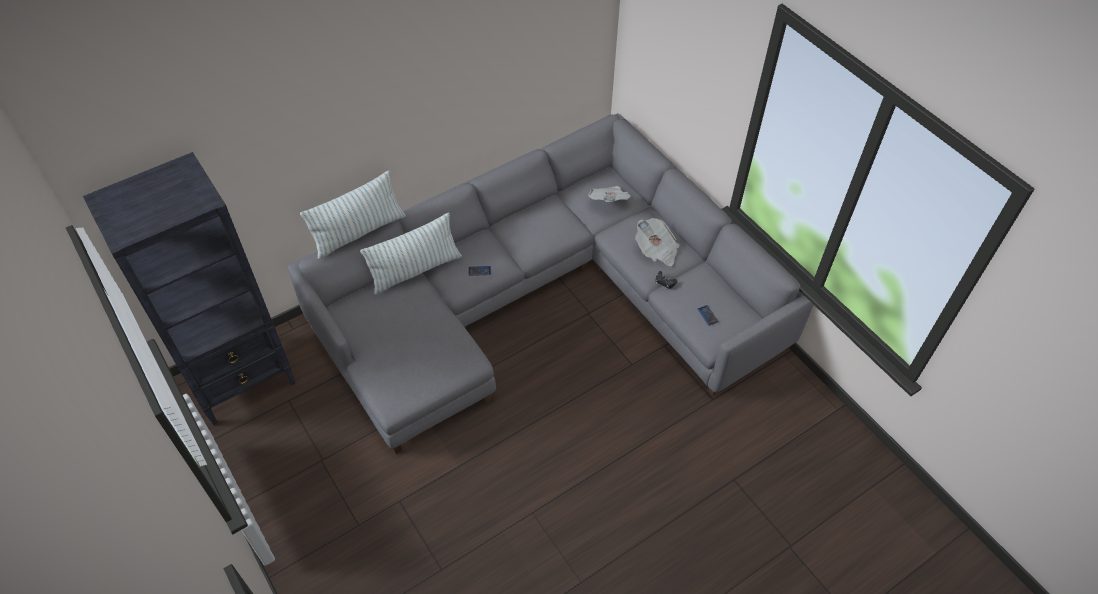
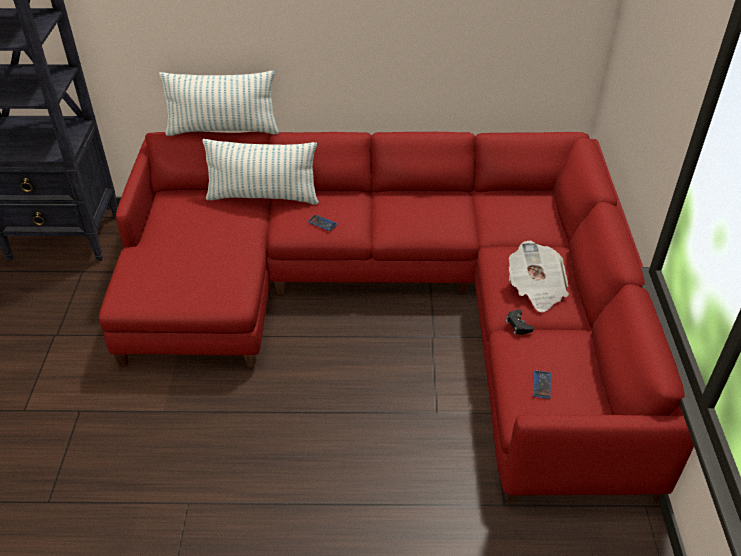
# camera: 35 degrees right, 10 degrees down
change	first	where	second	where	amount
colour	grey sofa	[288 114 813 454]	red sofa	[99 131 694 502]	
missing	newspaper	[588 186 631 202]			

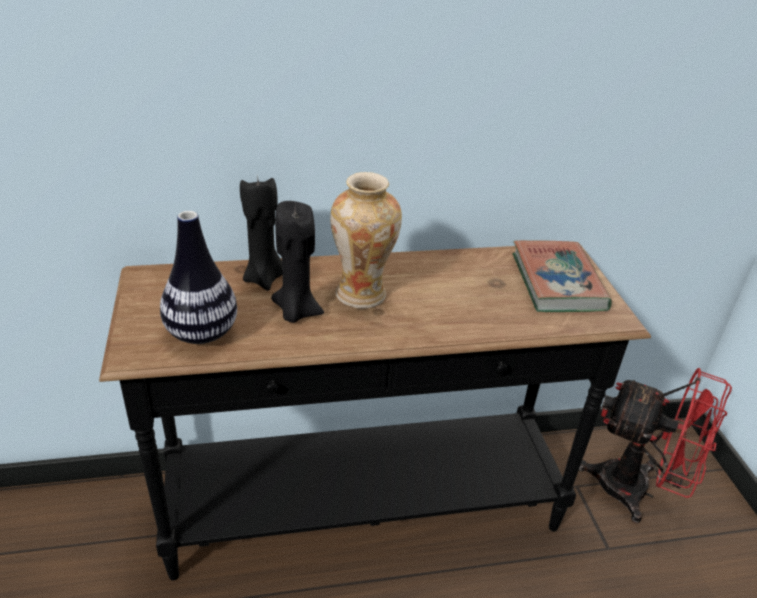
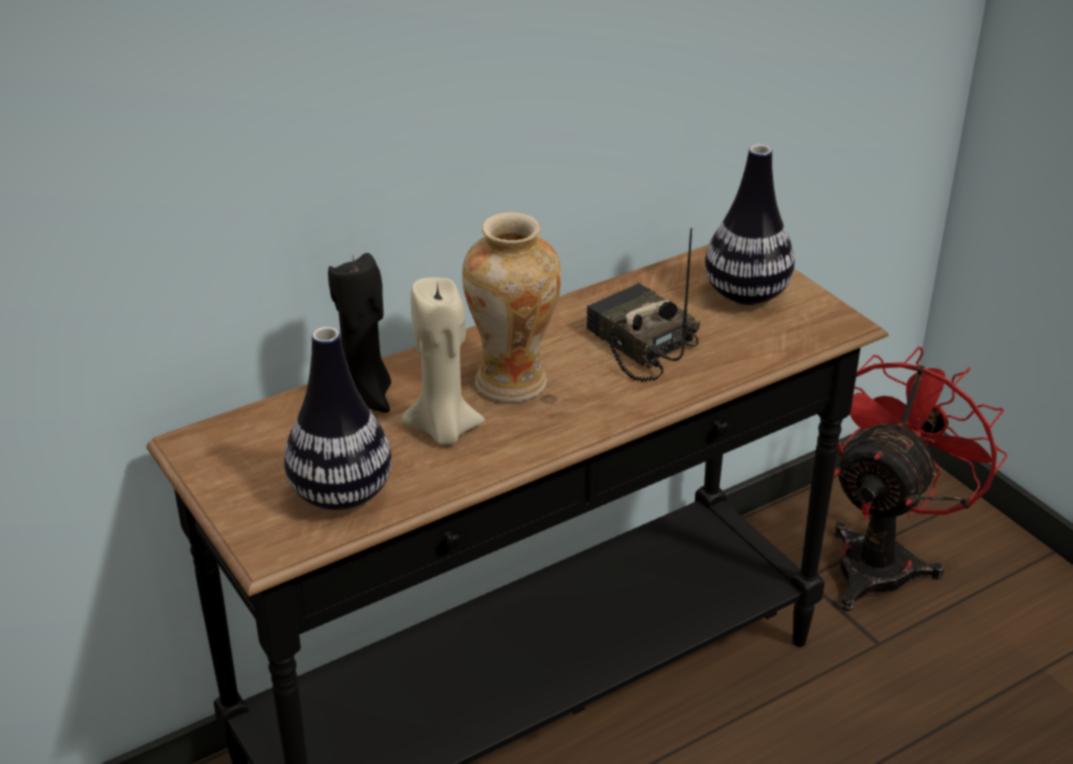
# camera: 20 degrees left, 0 degrees up
change	first	where	second	where	amount
colour	black candle	[271 201 324 323]	beige candle	[401 277 485 445]	
exchanged	book	[512 240 612 312]	vase	[705 144 795 305]	
spun	red fan	[579 368 732 524]		[834 346 1007 611]	60 degrees counterclockwise
appeared			radio	[587 228 700 382]	

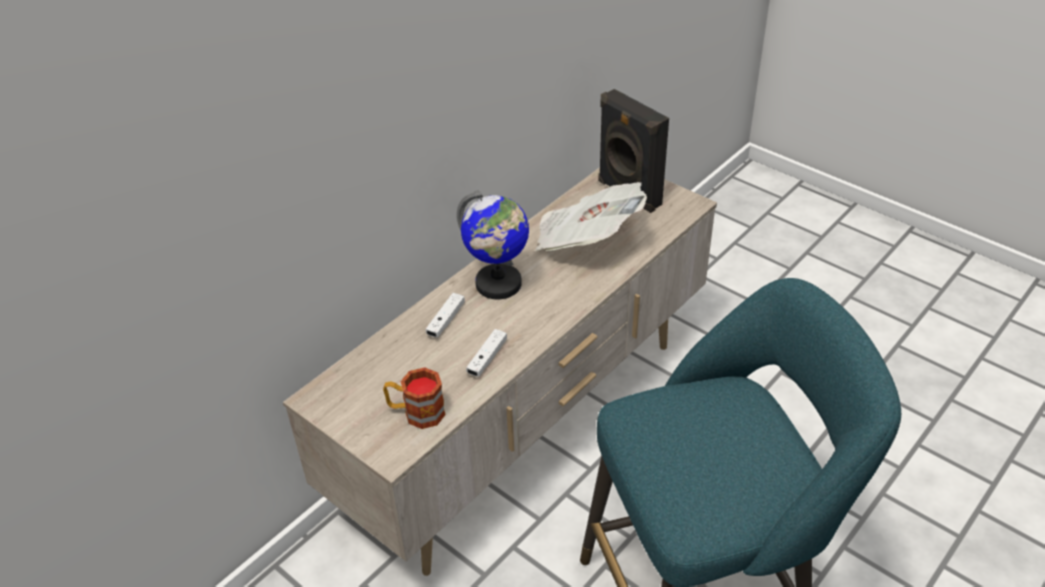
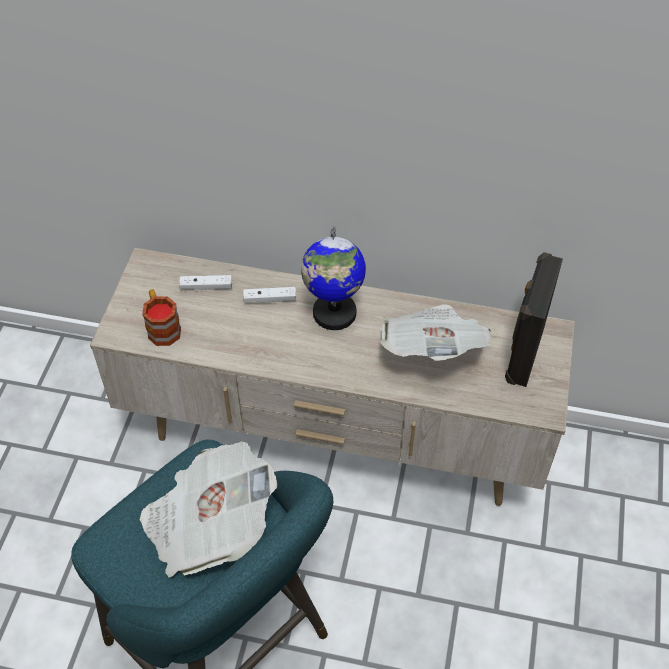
# camera: 60 degrees right, 10 degrees up
change	first	where	second	where	amount
relocated	white game controller	[466 329 507 377]		[179 275 232 290]	
appeared			newspaper	[140 441 277 577]	

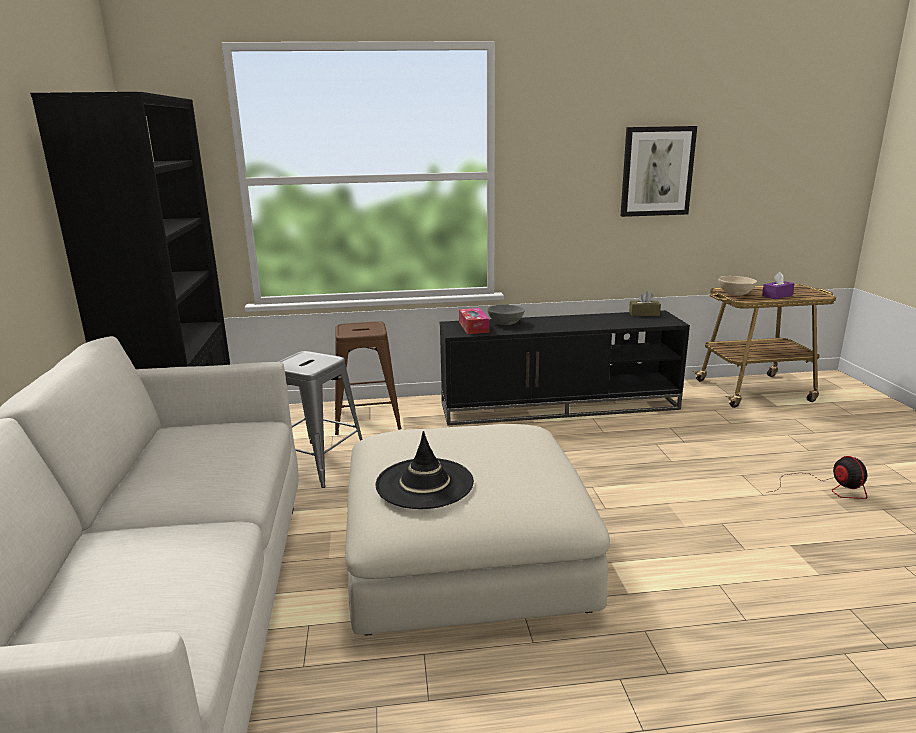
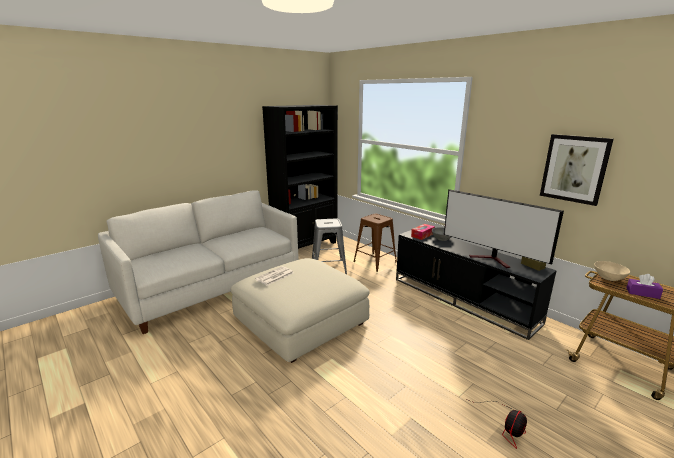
# camera: 55 degrees right, 0 degrees up
change	first	where	second	where	amount
exchanged	black hat	[376 431 474 509]	newspaper	[255 266 293 286]	
appeared			television	[444 189 564 268]	

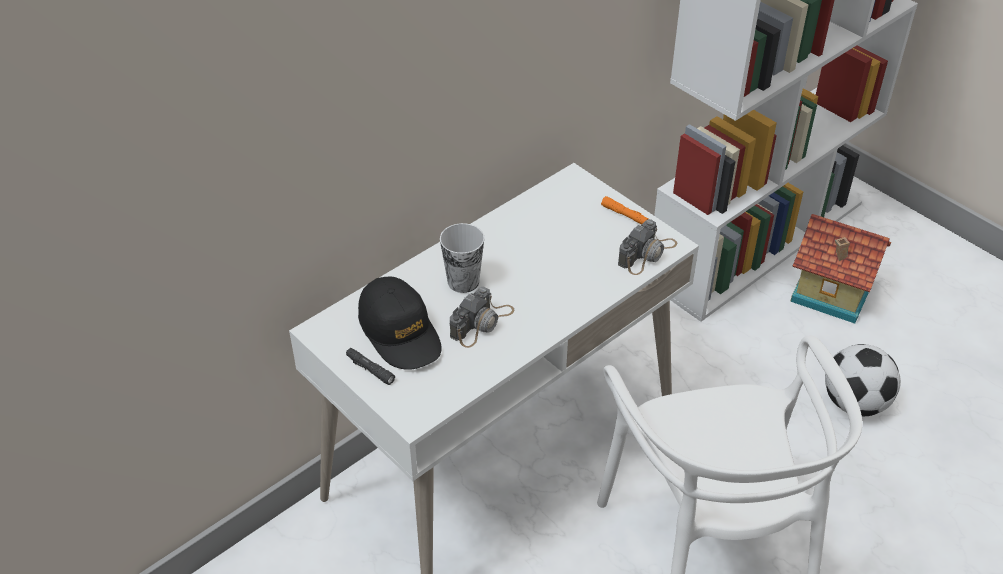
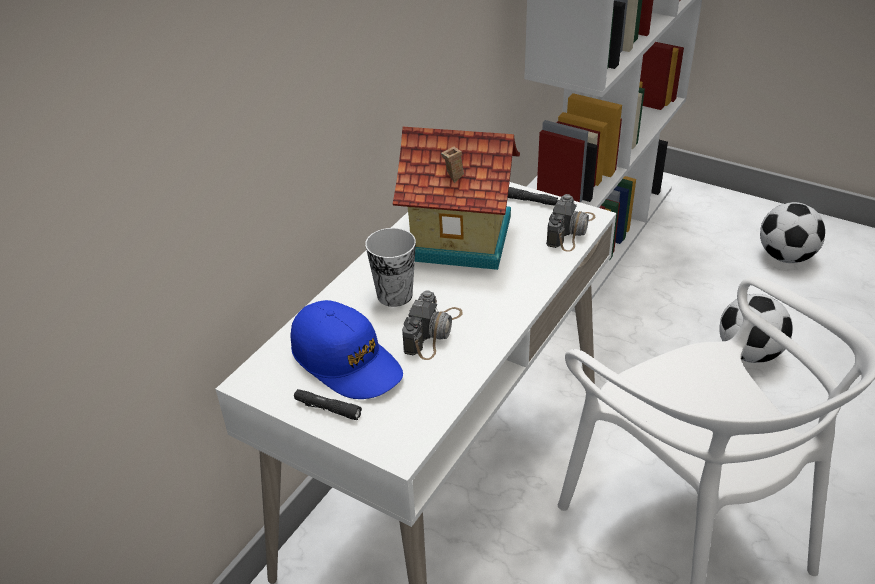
# camera: 15 degrees left, 5 degrees down
change	first	where	second	where	amount
colour	orange flashlight	[601 196 648 224]	black flashlight	[508 187 558 206]	
relocated	toy house	[790 214 891 324]		[393 127 520 270]	
colour	black cap	[358 276 442 370]	blue cap	[290 300 403 399]	
appeared			football	[760 202 825 263]	

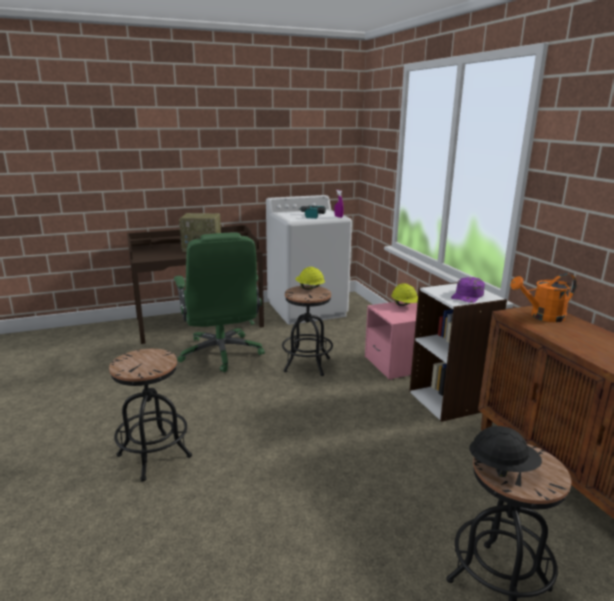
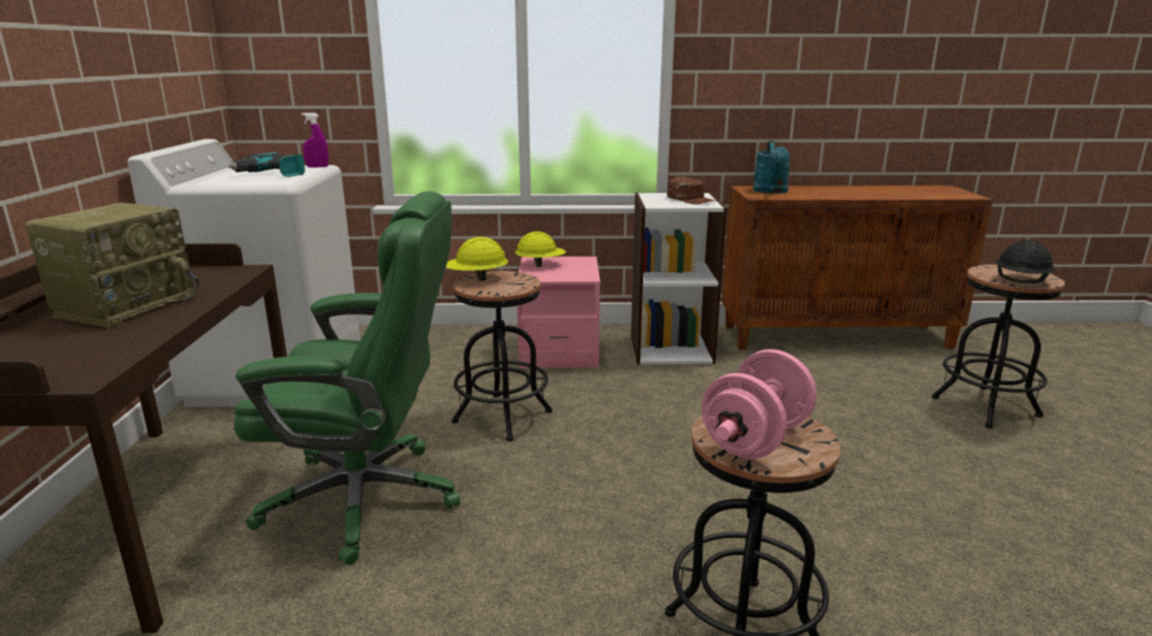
# camera: 70 degrees left, 0 degrees up
change	first	where	second	where	amount
colour	orange watering can	[510 273 577 322]	turquoise watering can	[753 141 791 194]	
colour	purple cap	[451 277 485 303]	brown cap	[667 177 716 204]	
appeared			pink dumbbell	[701 349 817 459]	

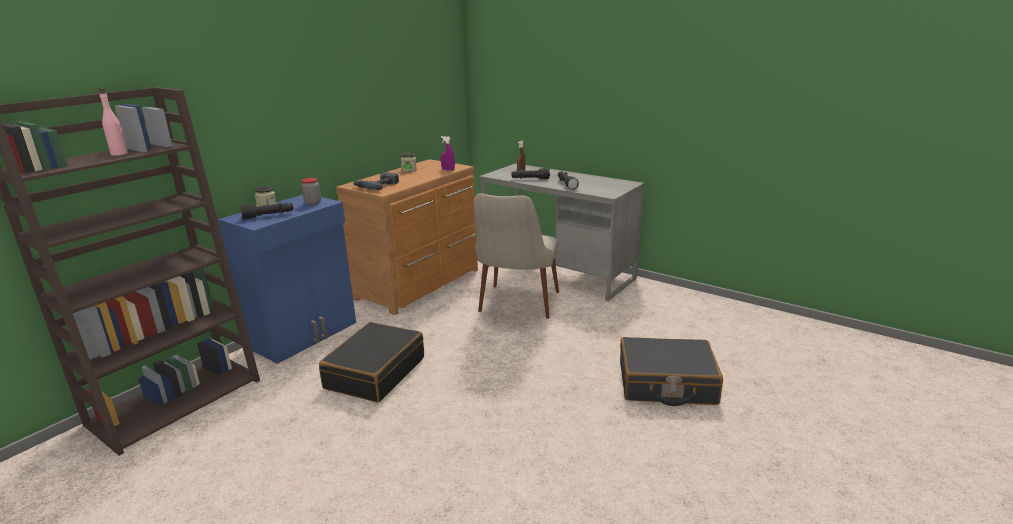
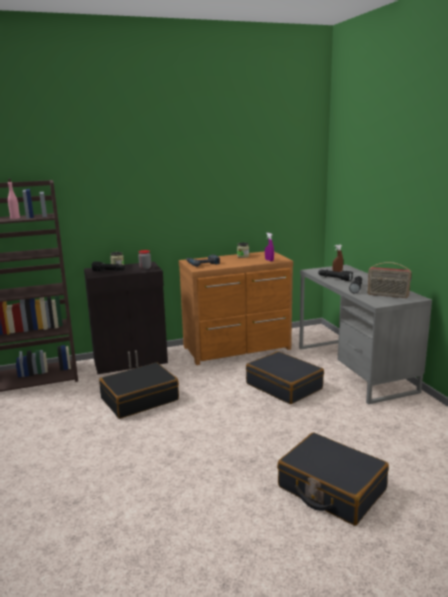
# camera: 35 degrees right, 5 degrees down
change	first	where	second	where	amount
exchanged	beige chair	[474 193 559 319]	black suitcase	[246 351 324 404]	
colour	blue cabinet	[218 195 356 364]	black cabinet	[84 262 168 374]	
appeared			radio	[367 262 411 298]	

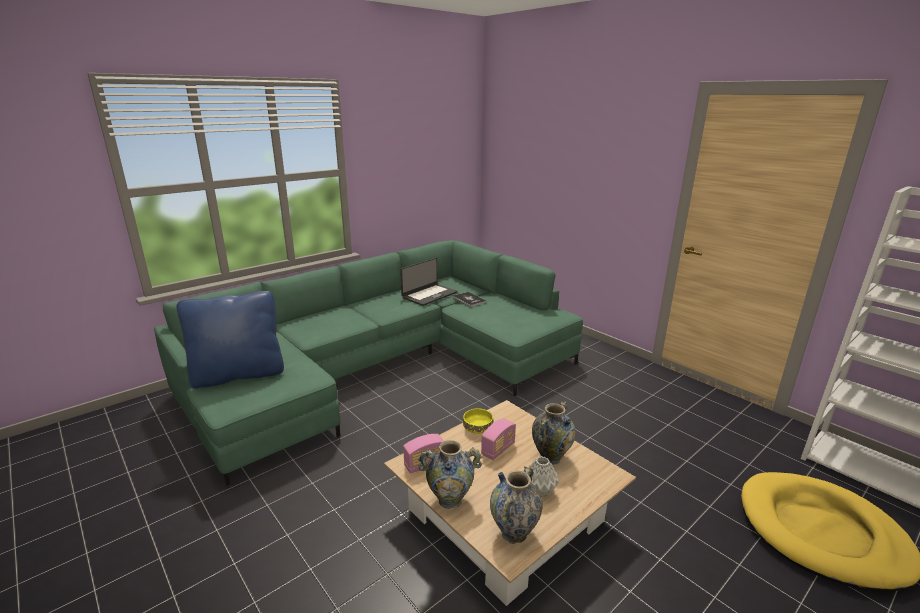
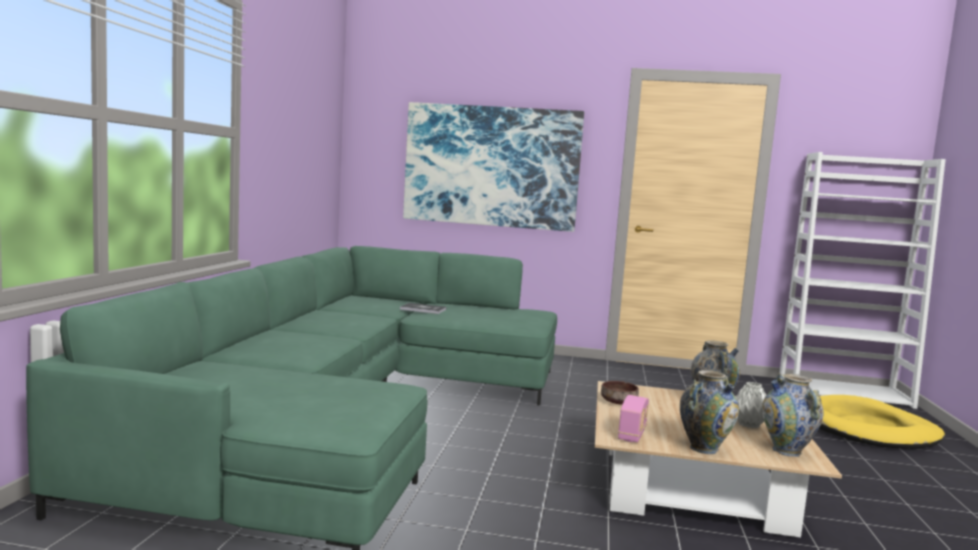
# camera: 40 degrees left, 15 degrees down
change	first	where	second	where	amount
missing	laptop	[400 258 457 306]			
missing	blue pillow	[177 291 284 389]			
colour	yellow bowl	[463 408 493 434]	brown bowl	[601 381 639 405]	
missing	radio	[481 418 516 460]			
appeared			picture	[403 102 584 232]	

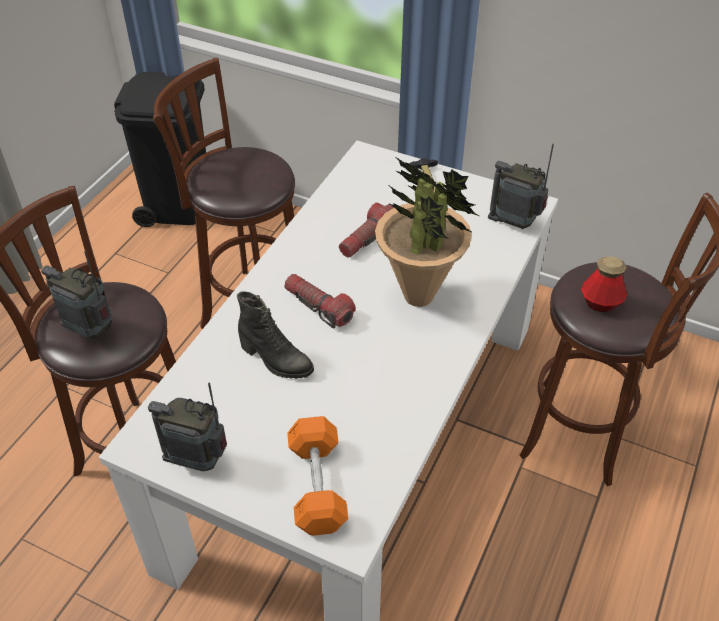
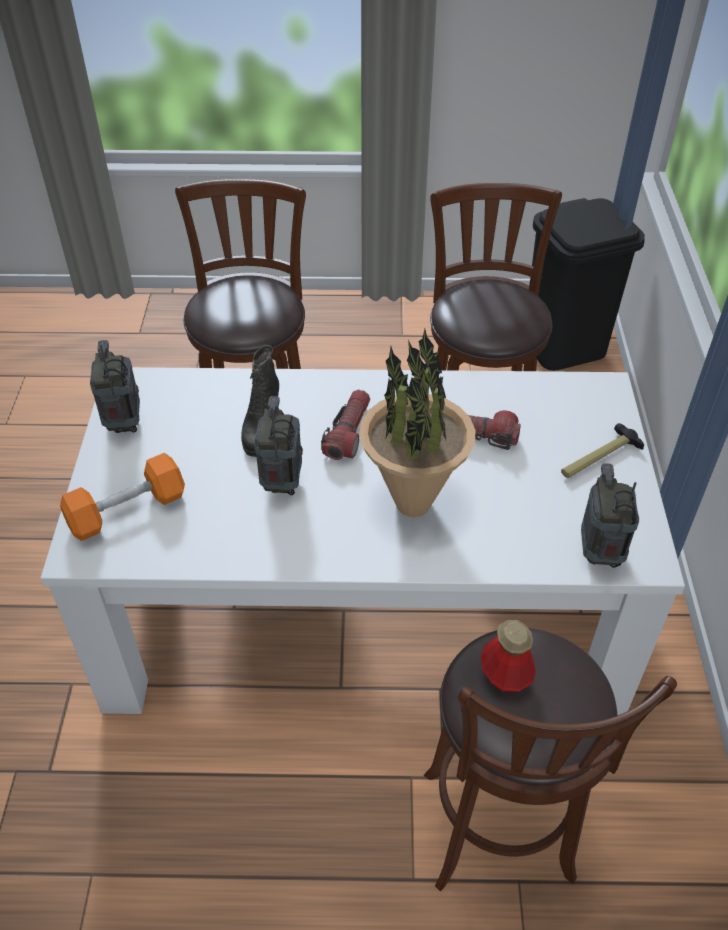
# camera: 65 degrees right, 0 degrees up
change	first	where	second	where	amount
relocated	radio	[41 251 113 339]		[254 396 303 495]	

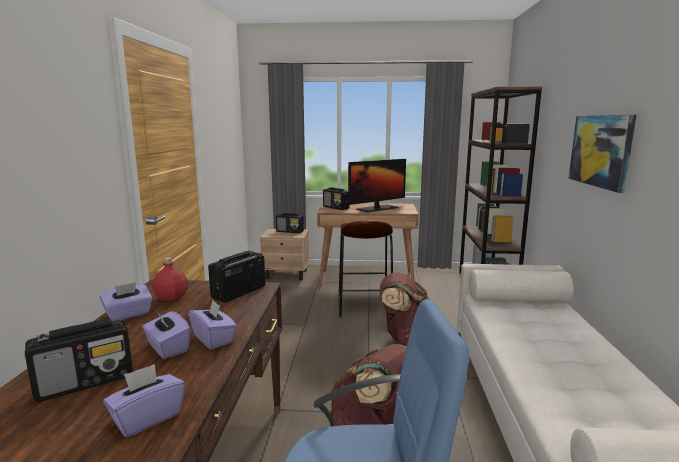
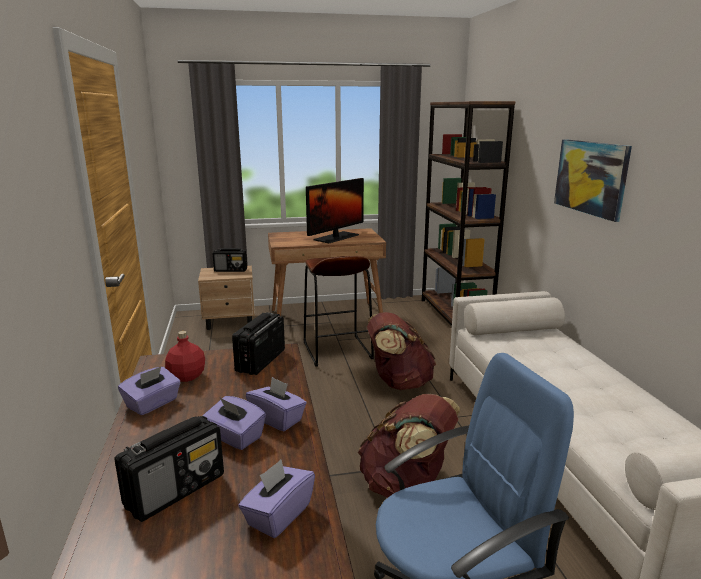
# camera: 15 degrees left, 5 degrees up
change	first	where	second	where	amount
missing	radio	[323 187 349 210]			

